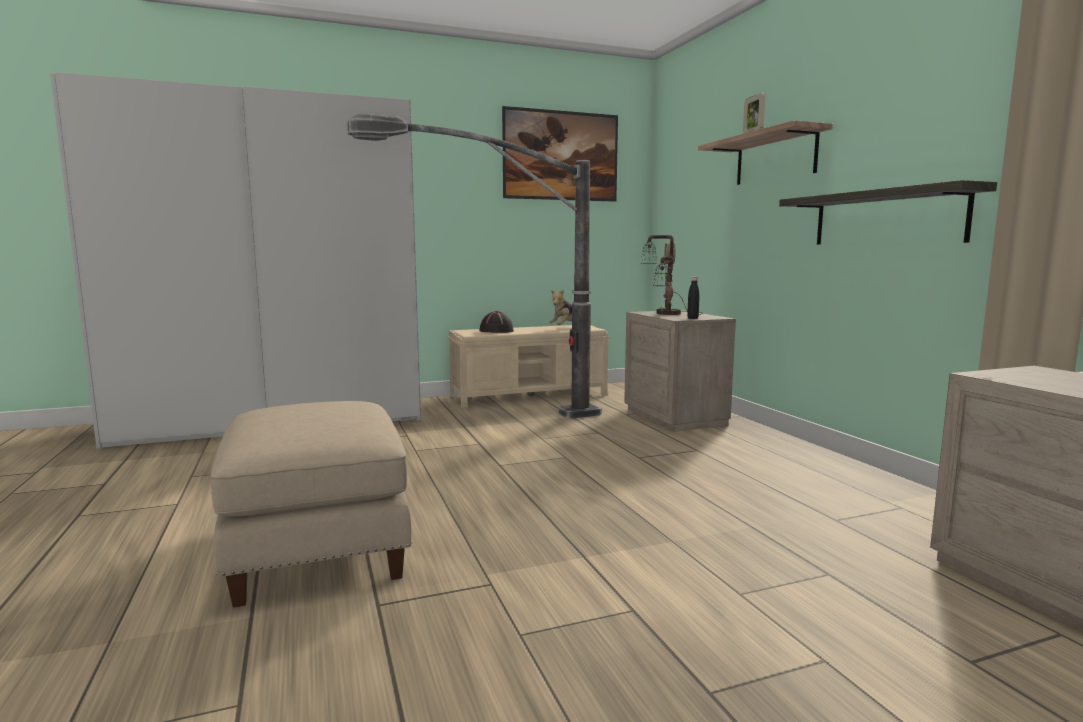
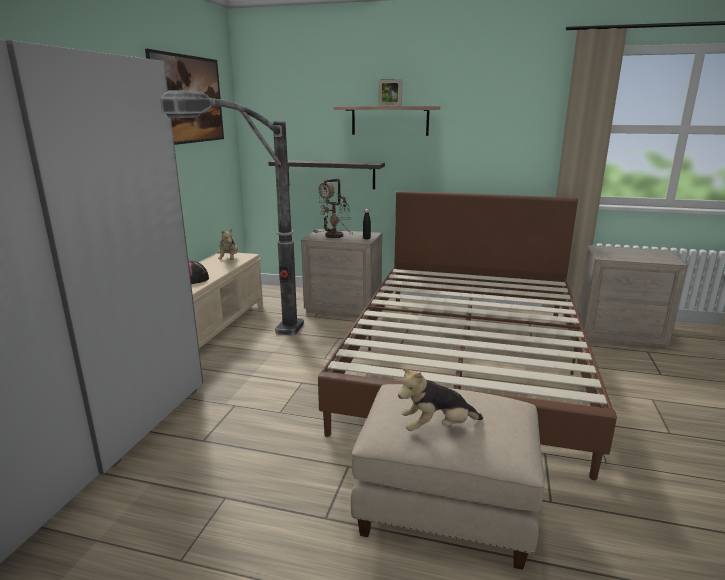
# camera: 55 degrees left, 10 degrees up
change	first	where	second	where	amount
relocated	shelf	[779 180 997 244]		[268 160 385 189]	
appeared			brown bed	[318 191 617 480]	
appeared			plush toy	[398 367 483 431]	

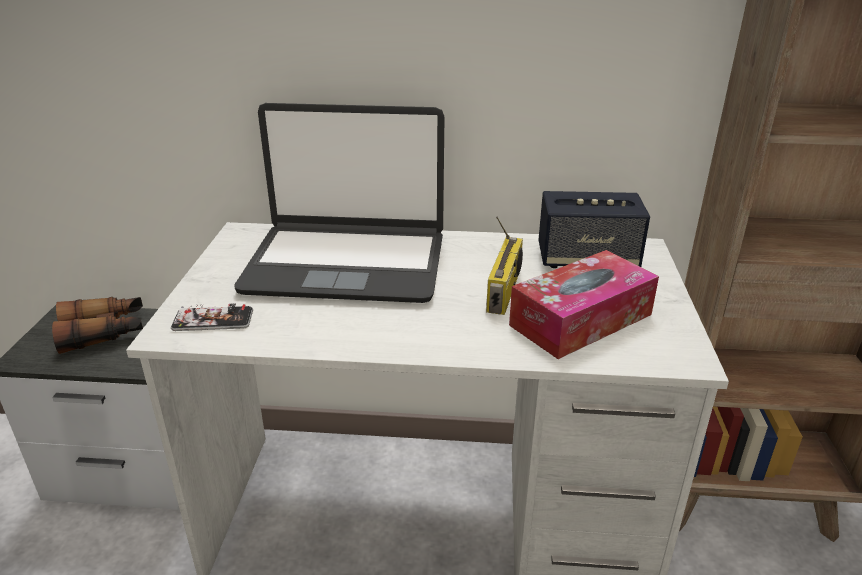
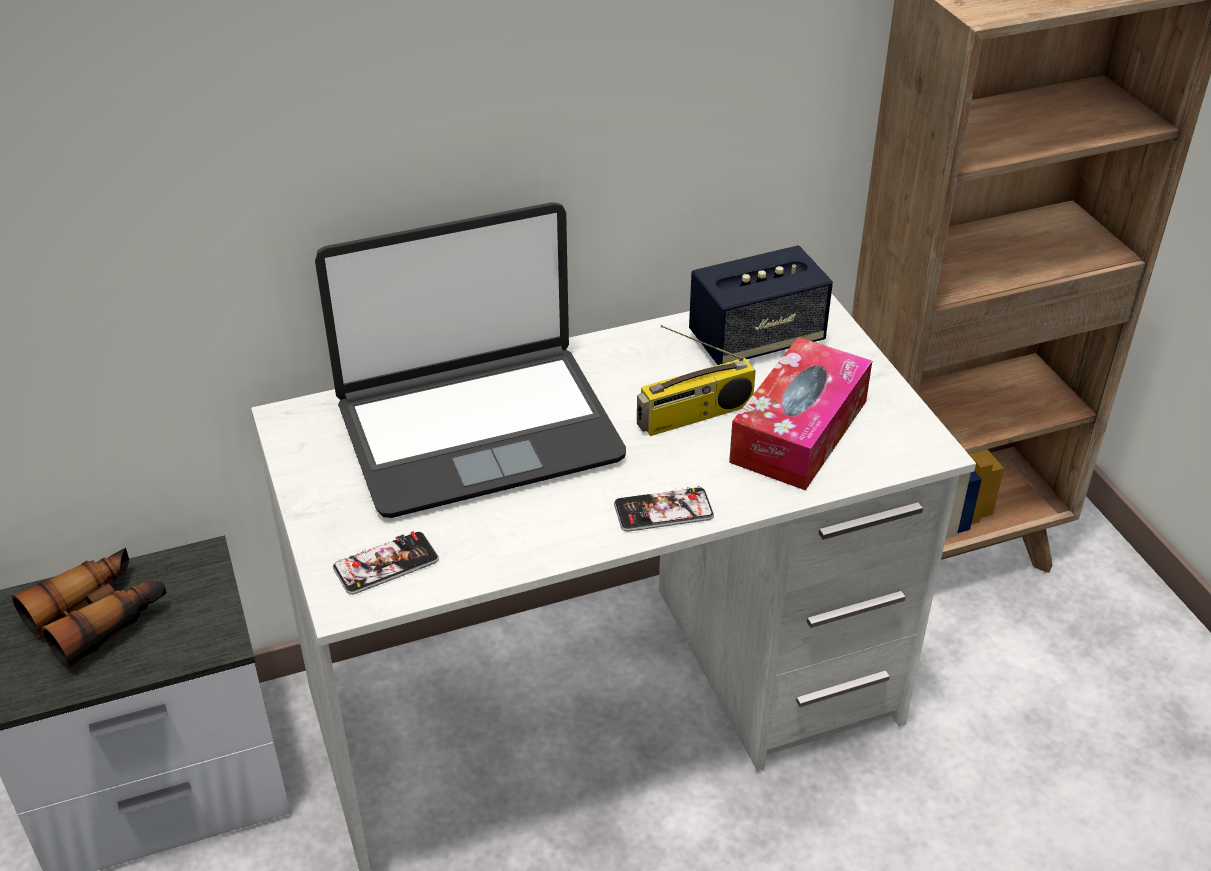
# camera: 25 degrees left, 10 degrees up
change	first	where	second	where	amount
spun	radio	[486 217 523 315]		[637 325 756 436]	75 degrees clockwise
appeared			phone	[614 486 714 532]	

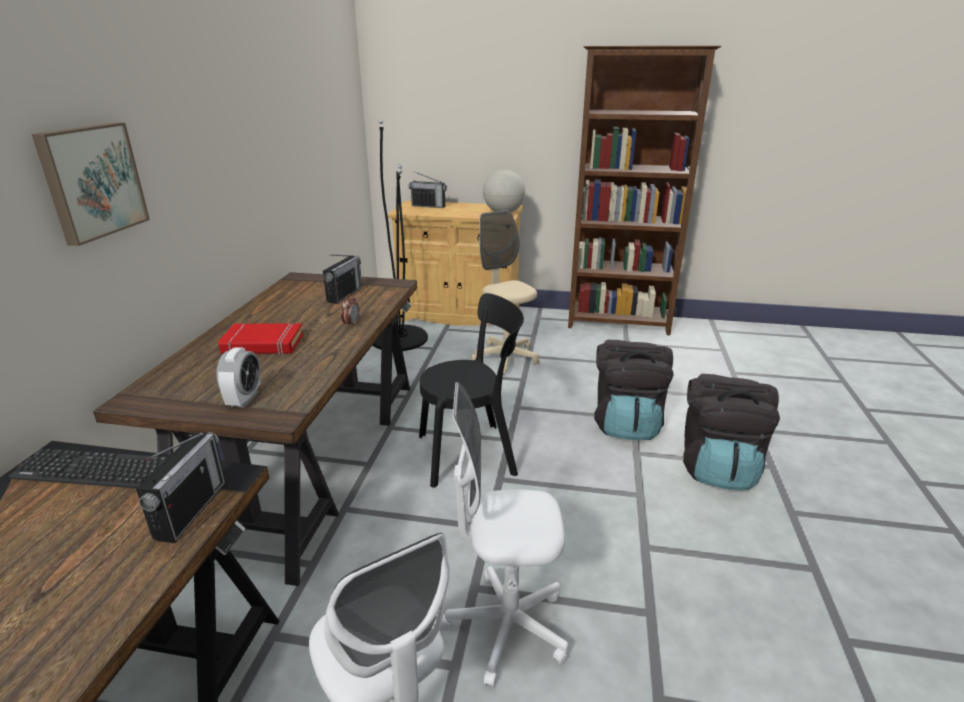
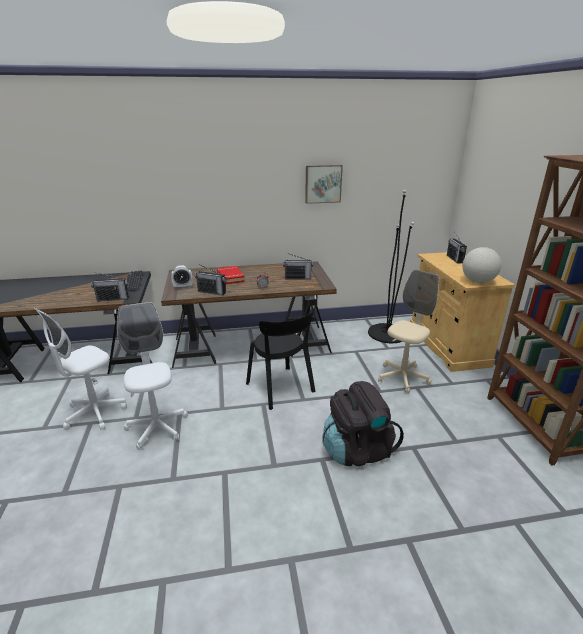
# camera: 70 degrees right, 0 degrees up
change	first	where	second	where	amount
relocated	picture	[32 123 150 246]		[305 165 343 204]	
missing	black backpack	[683 374 780 490]			
appeared			radio	[195 264 226 295]	

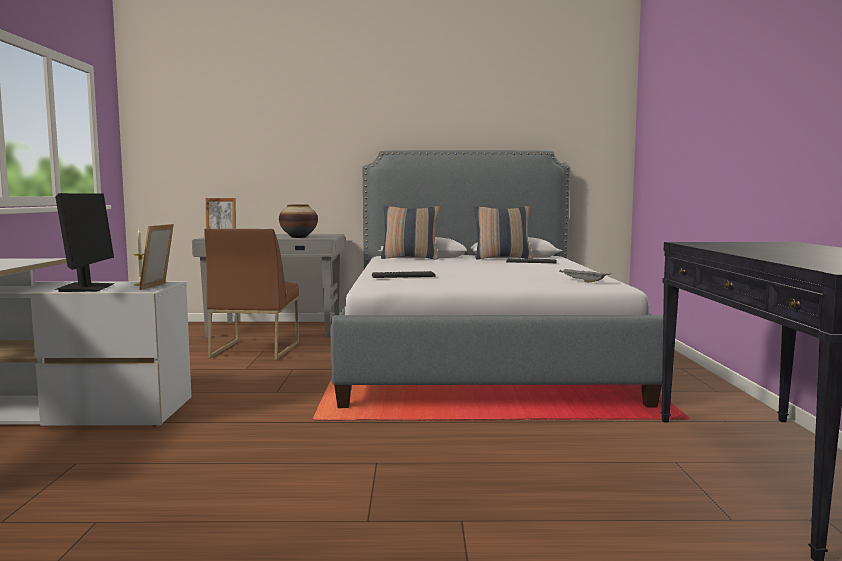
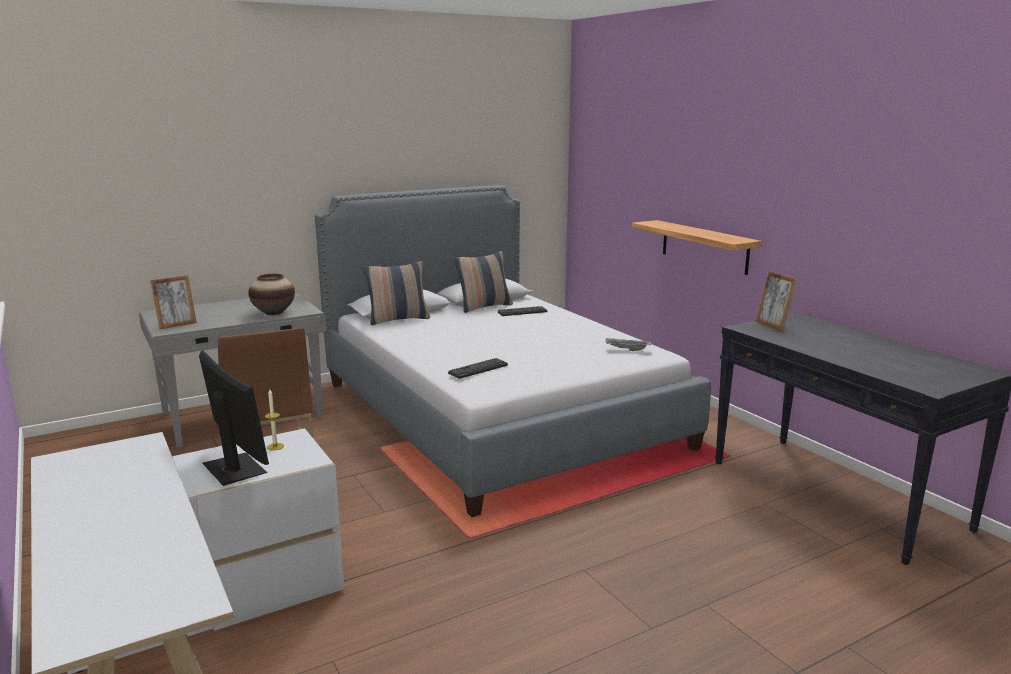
# camera: 30 degrees left, 10 degrees up
change	first	where	second	where	amount
relocated	picture frame	[139 224 174 290]		[756 271 797 332]	
appeared			shelf	[632 220 762 275]	

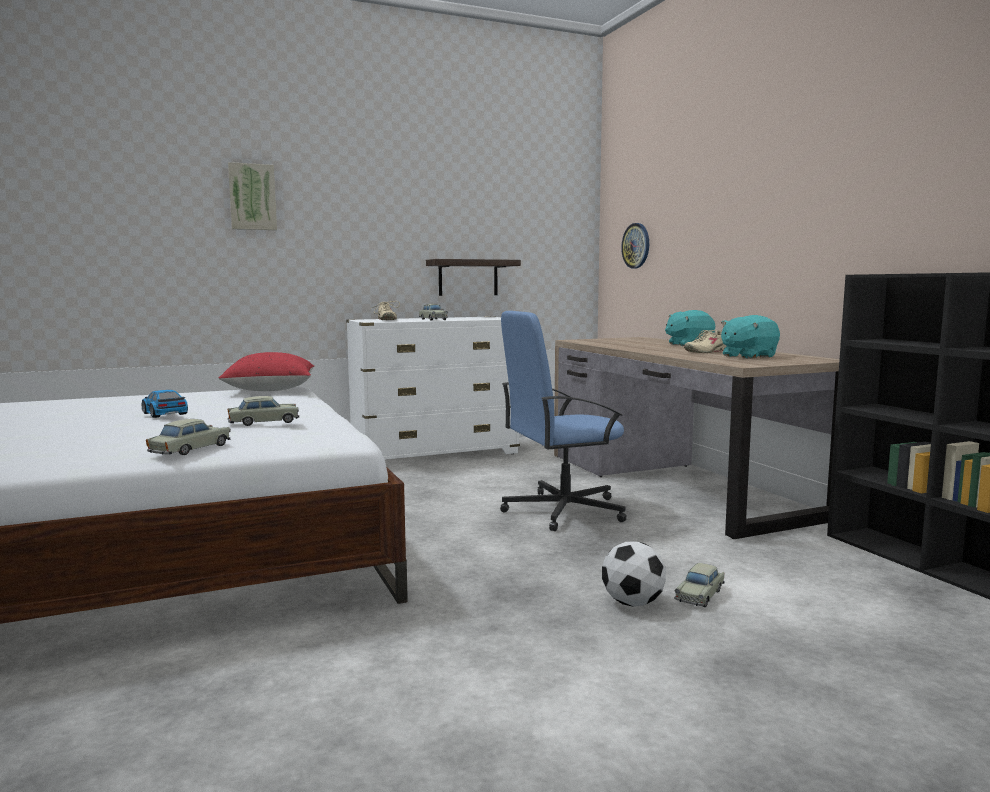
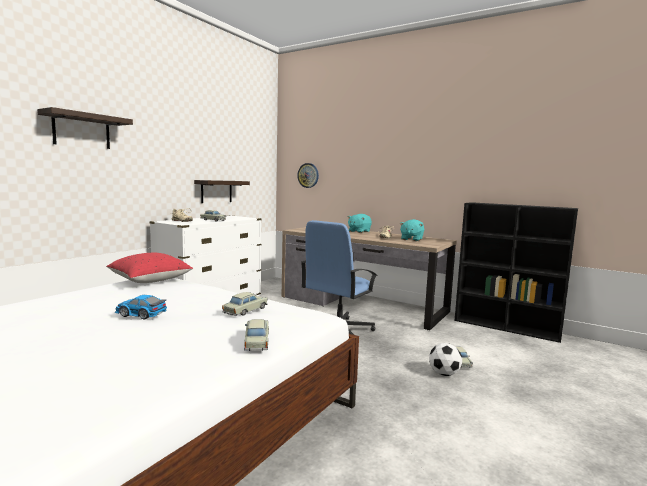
# camera: 35 degrees left, 0 degrees up
change	first	where	second	where	amount
exchanged	picture	[228 162 277 230]	shelf	[37 107 133 149]	

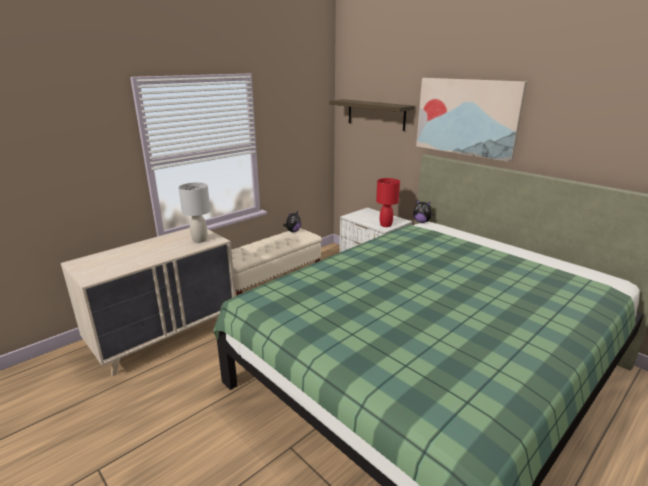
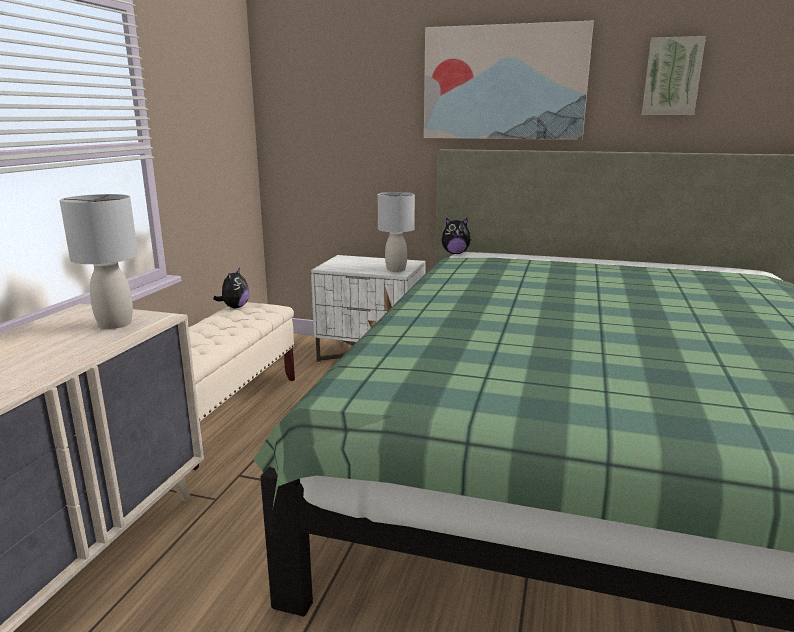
# camera: 30 degrees left, 5 degrees down
change	first	where	second	where	amount
missing	shelf	[329 99 414 131]			
colour	red table lamp	[376 178 400 227]	grey table lamp	[378 192 415 272]	
appeared			picture	[642 36 706 115]	

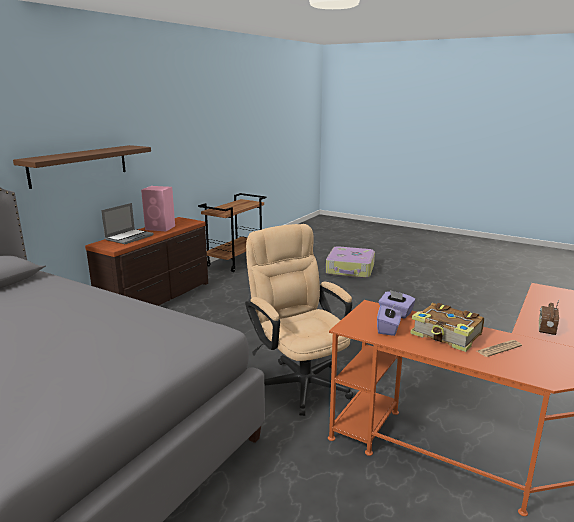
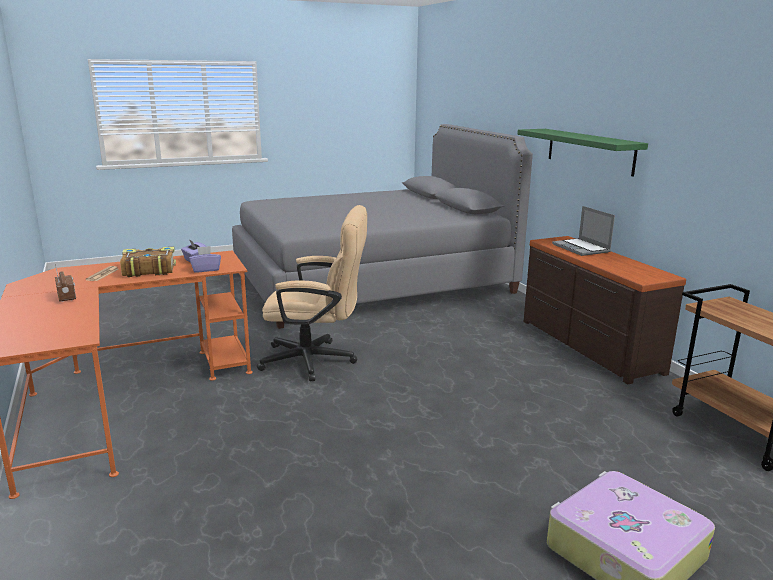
# camera: 125 degrees right, 0 degrees up
change	first	where	second	where	amount
colour	brown shelf	[13 145 151 189]	green shelf	[517 129 648 176]	
missing	pink speaker	[141 186 175 231]			

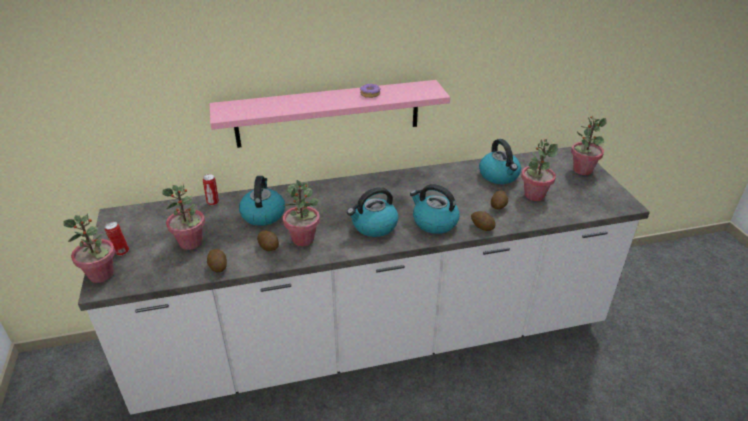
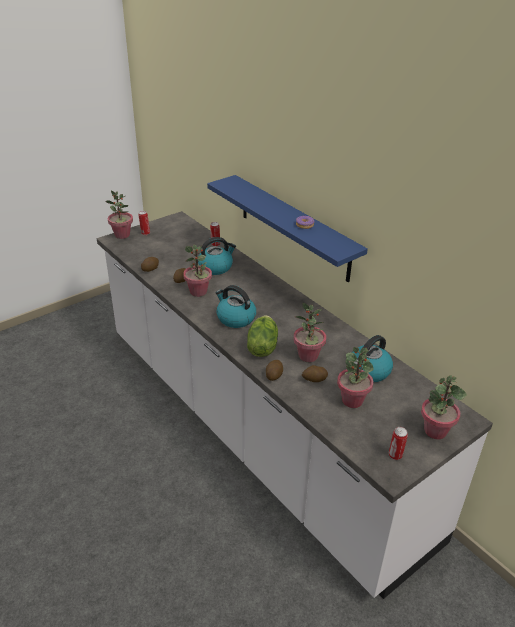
# camera: 65 degrees right, 0 degrees up
change	first	where	second	where	amount
colour	pink shelf	[210 80 450 148]	blue shelf	[207 175 368 282]	
relocated	potted plant	[162 184 205 250]		[294 303 326 362]	
exchanged	kettle	[410 184 460 234]	lettuce	[247 315 278 357]	
appeared			can	[389 427 408 460]	

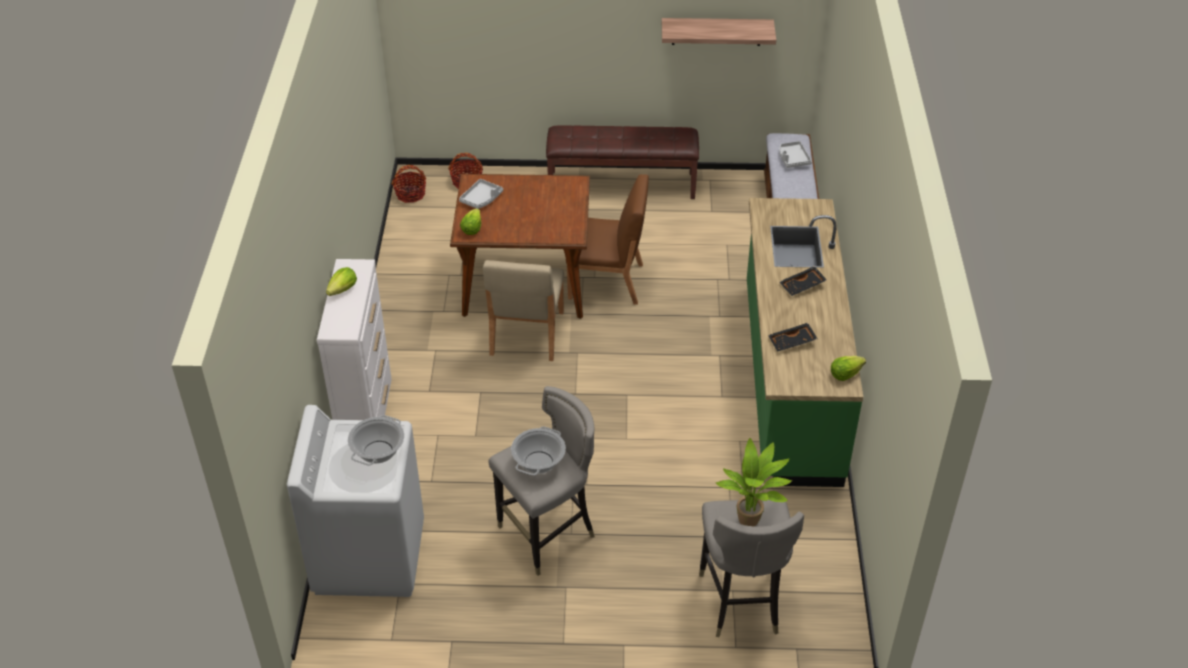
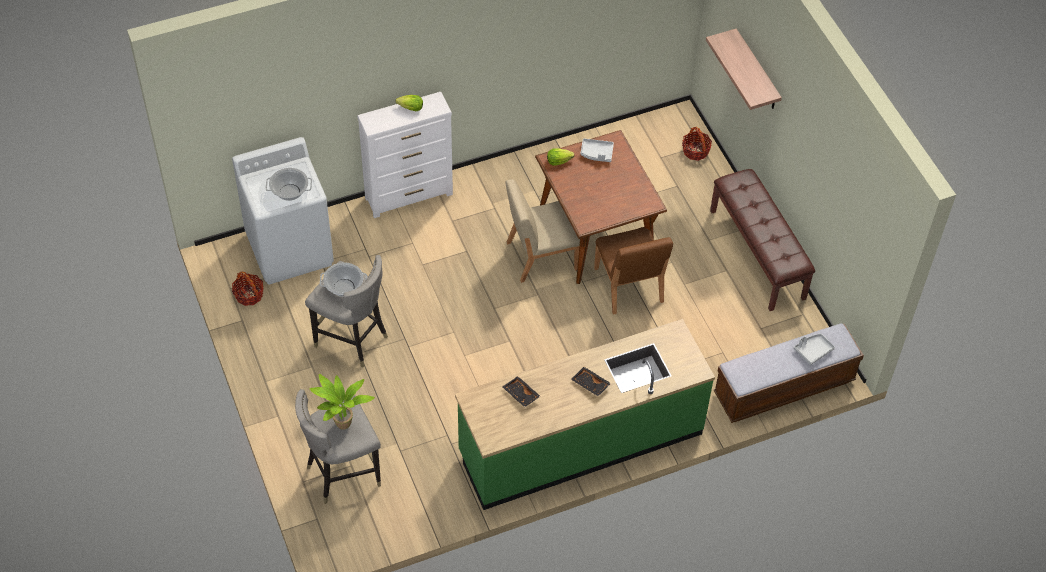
# camera: 65 degrees right, 10 degrees up
change	first	where	second	where	amount
relocated	shelf	[662 18 776 46]		[706 28 782 110]	
relocated	basket	[392 165 426 203]		[232 271 264 306]	
missing	lettuce	[831 356 866 381]			

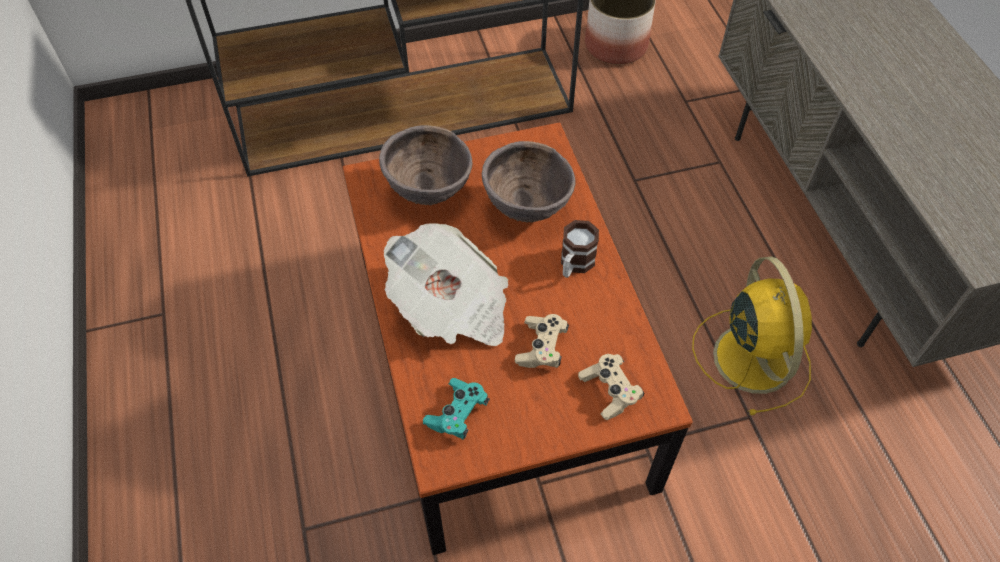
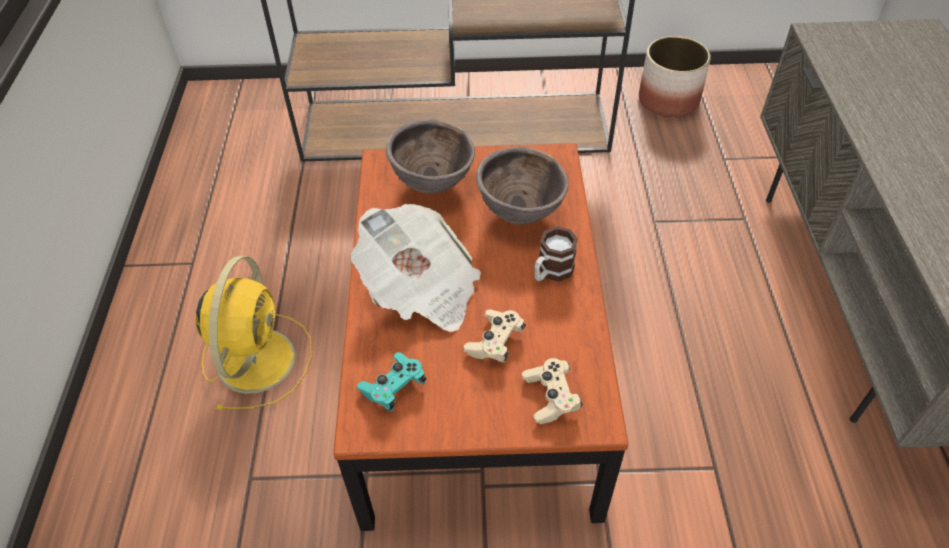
# camera: 15 degrees right, 5 degrees down
change	first	where	second	where	amount
relocated	yellow fan	[692 256 812 415]		[196 256 312 410]	

